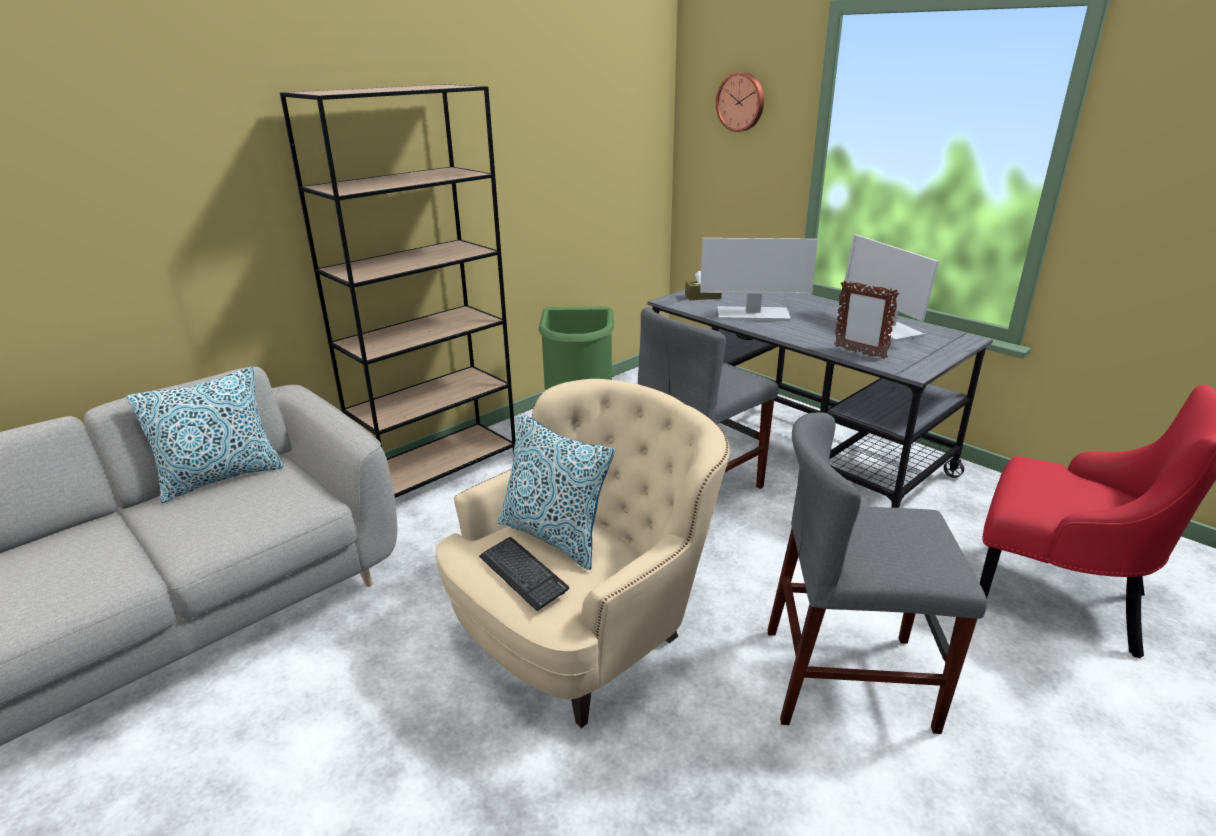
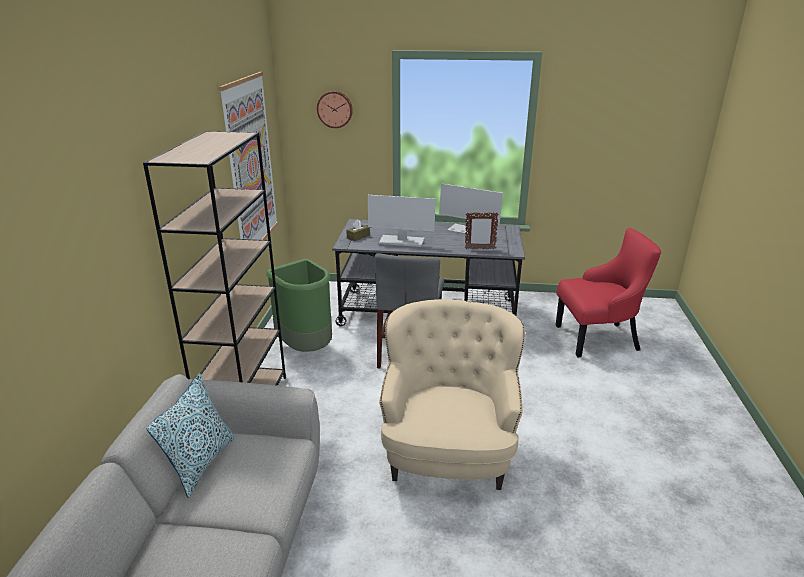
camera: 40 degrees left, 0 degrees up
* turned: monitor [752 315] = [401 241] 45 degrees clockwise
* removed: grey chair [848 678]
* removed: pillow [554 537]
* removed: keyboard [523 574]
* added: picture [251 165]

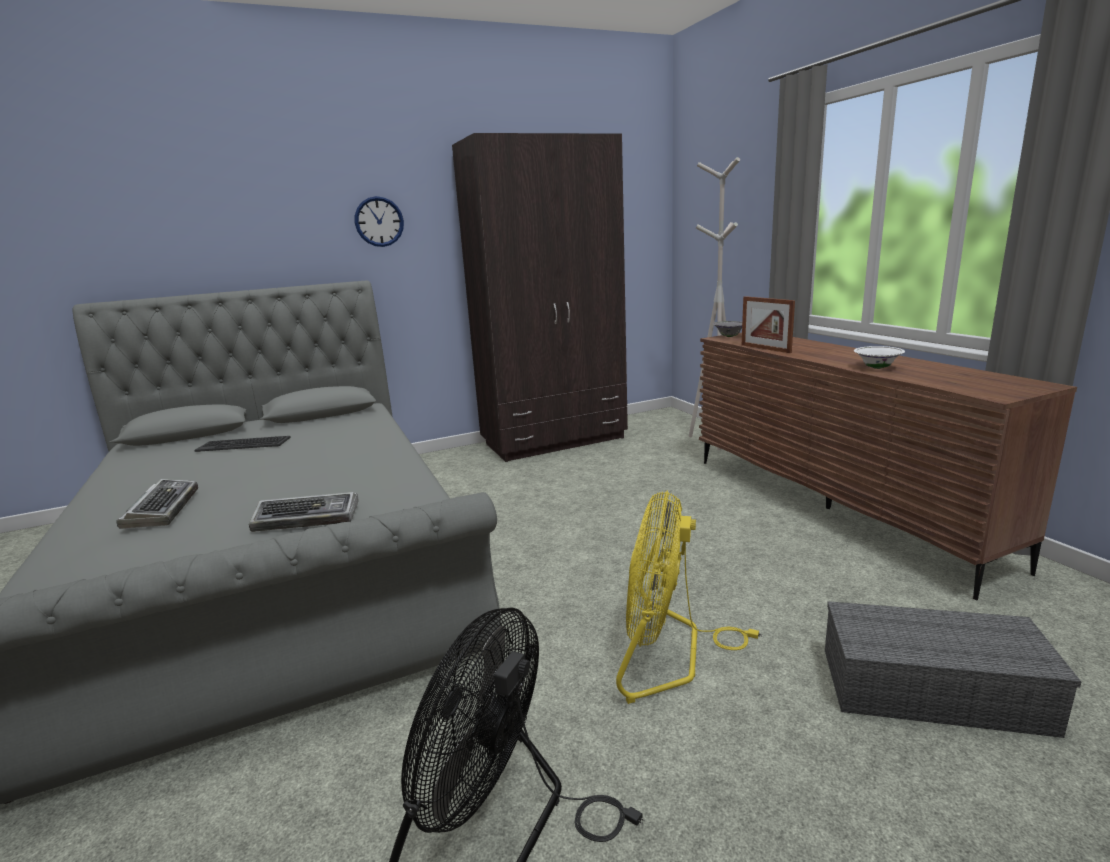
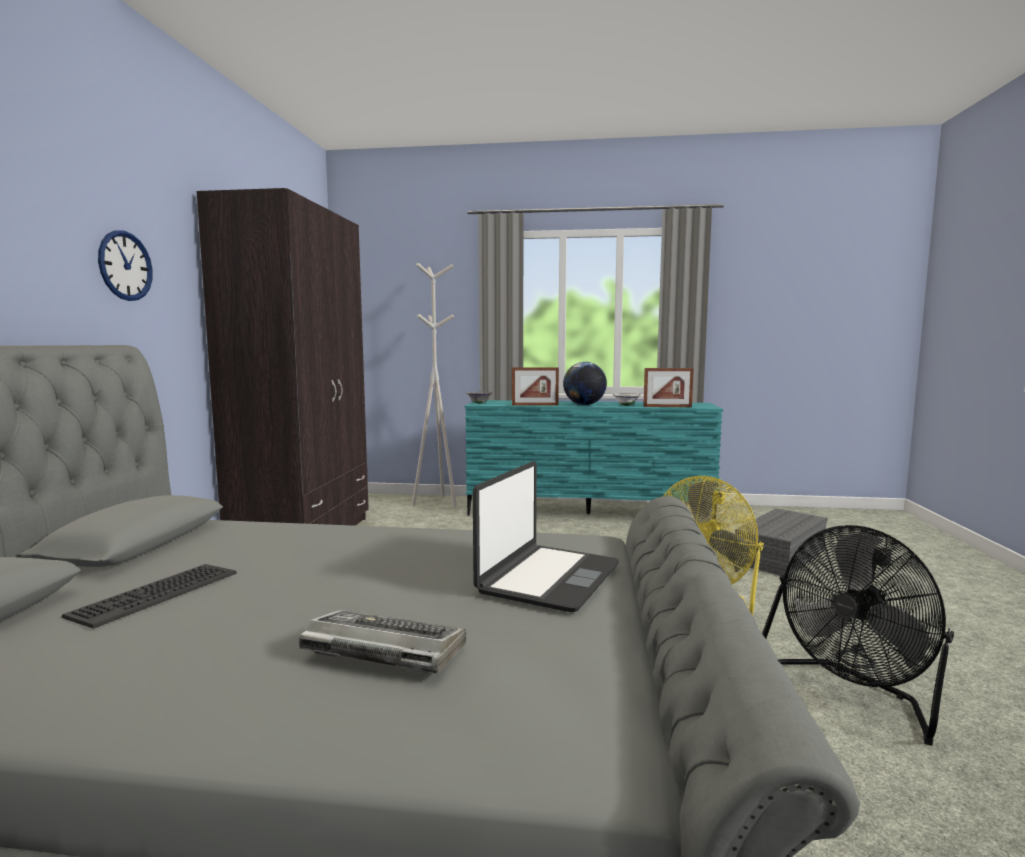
camera: 60 degrees left, 10 degrees down
* recoloured: brown dresser [832 508] to turquoise dresser [589 513]
* replaced: keyboard [308 518] to laptop [548 578]
* added: globe [584 405]
* added: picture frame [667 407]

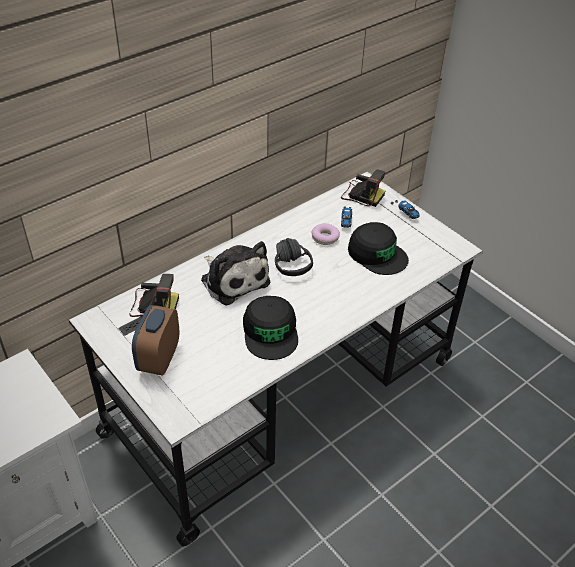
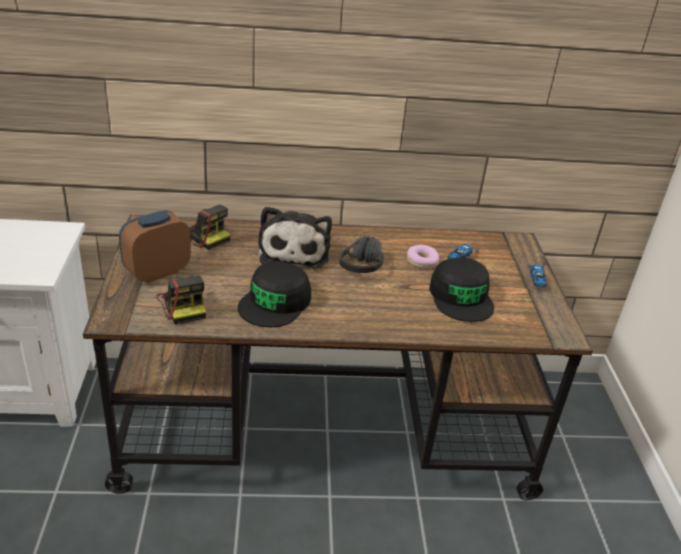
camera: 35 degrees right, 10 degrees down
* moved: photo camera [361 195] to [183 305]
* recoloured: white desk [282 396] to brown desk [325 428]

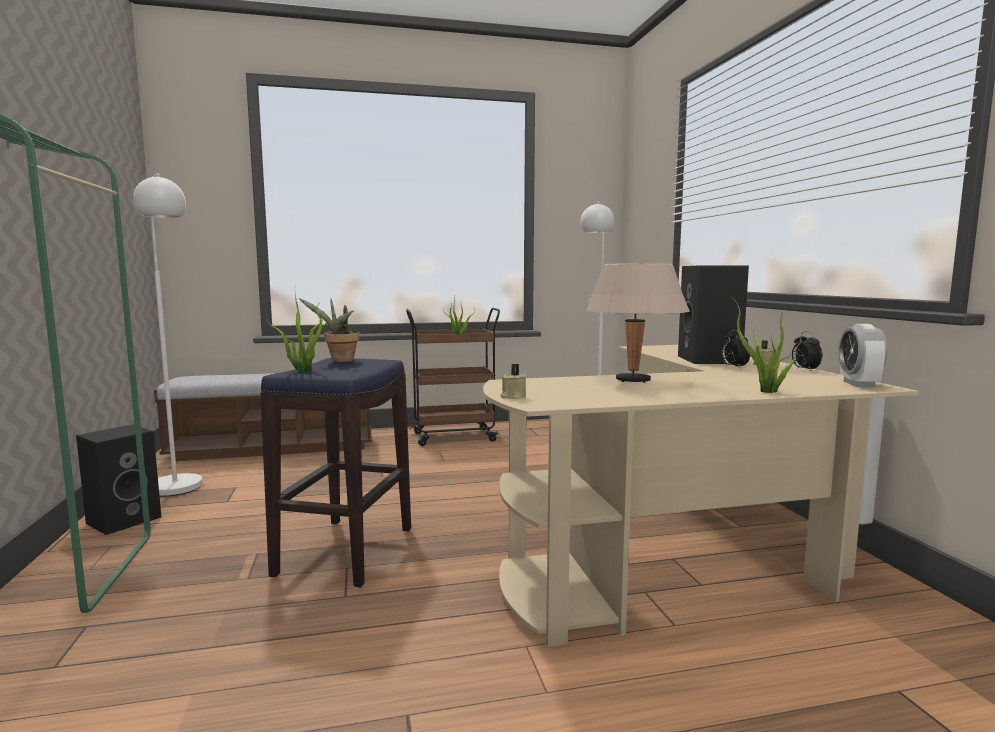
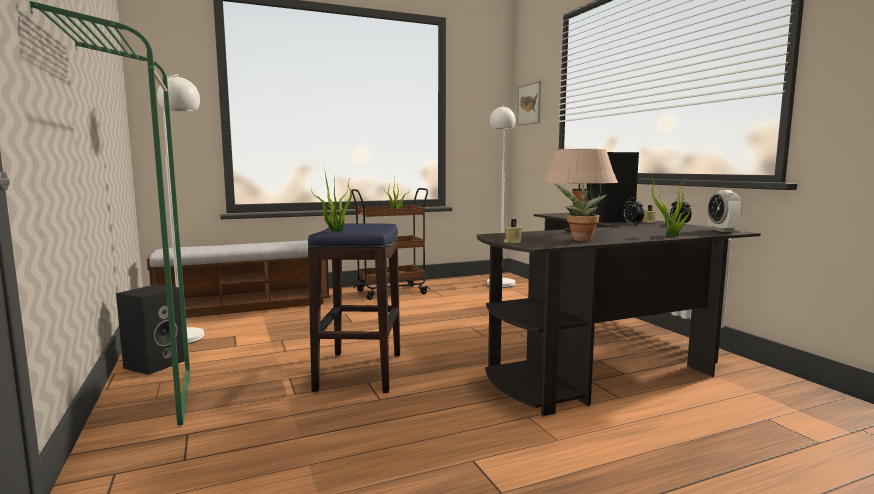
camera: 10 degrees left, 0 degrees up
* moved: potted plant [339 361] to [580 240]
* recoloured: beige desk [685 550] to black desk [604 355]
* added: picture [529 104]

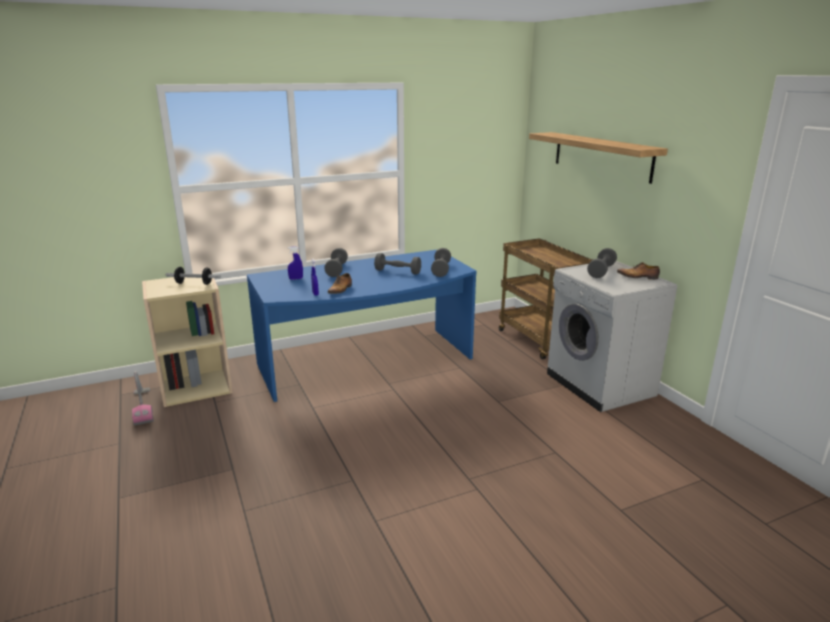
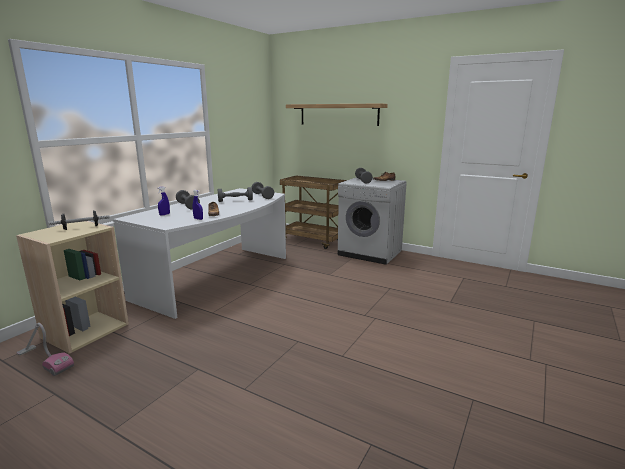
camera: 35 degrees left, 5 degrees down
* recoloured: blue desk [368 364] to white desk [219 278]

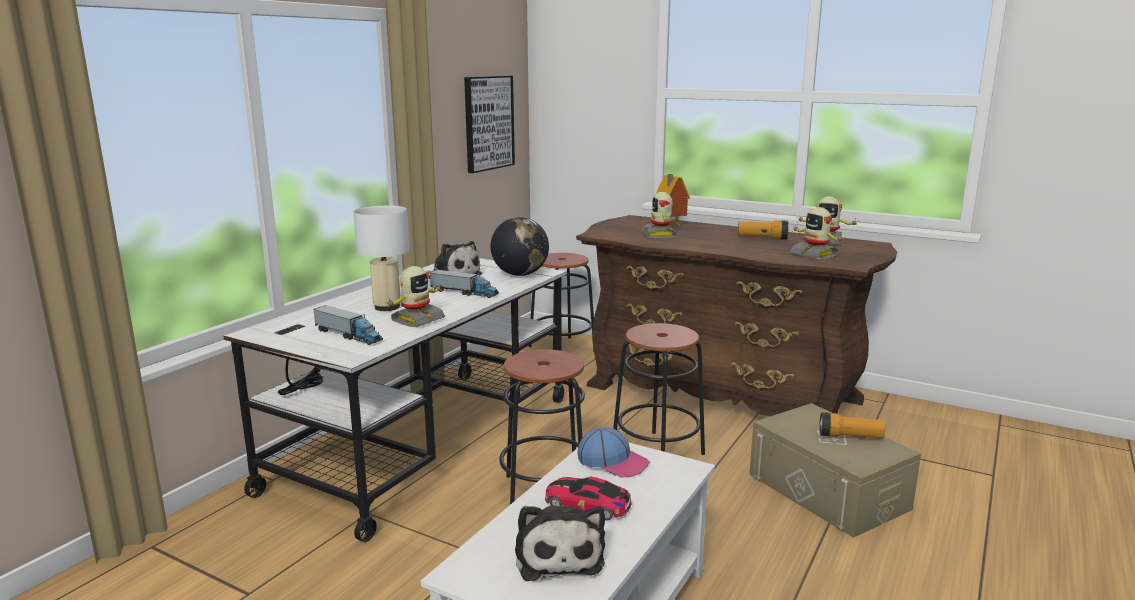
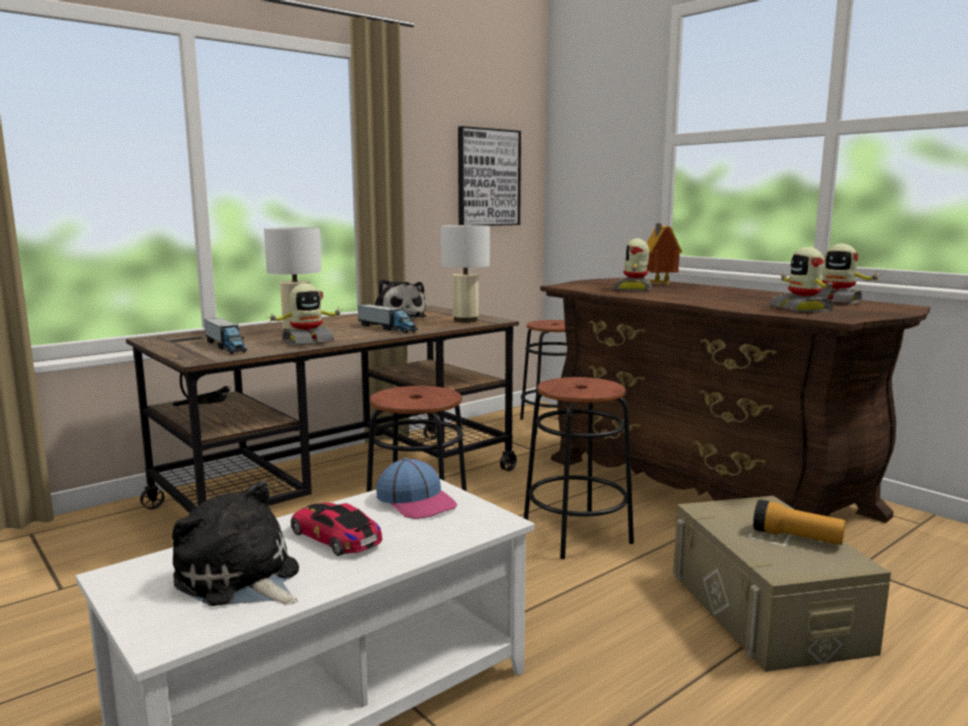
camera: 20 degrees right, 5 degrees down
* replaced: globe [520 274] to white table lamp [466 320]
* removed: flashlight [762 238]
* recoloured: white desk [424 443] to brown desk [341 487]
* turned: plush toy [558 555] = [240 579] 120 degrees clockwise

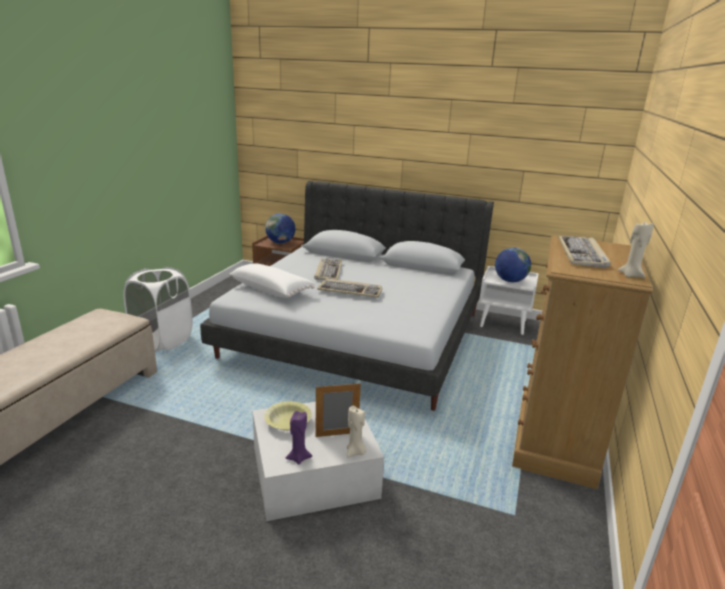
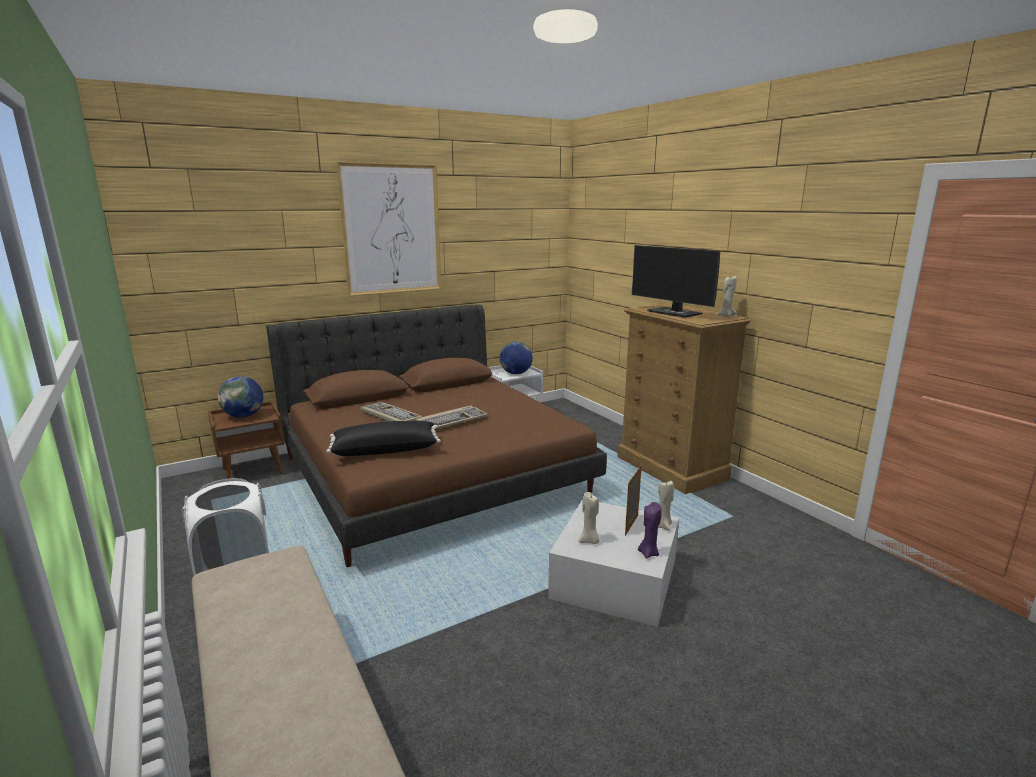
camera: 50 degrees left, 5 degrees down
* recoloured: grey bed [358 335] to brown bed [432 475]
* replaced: keyboard [582 254] to monitor [675 313]
* recoloured: white pillow [272 290] to black pillow [385 450]
* replaced: yellow bowl [288 422] to beige candle [589 541]
* added: picture [391 229]

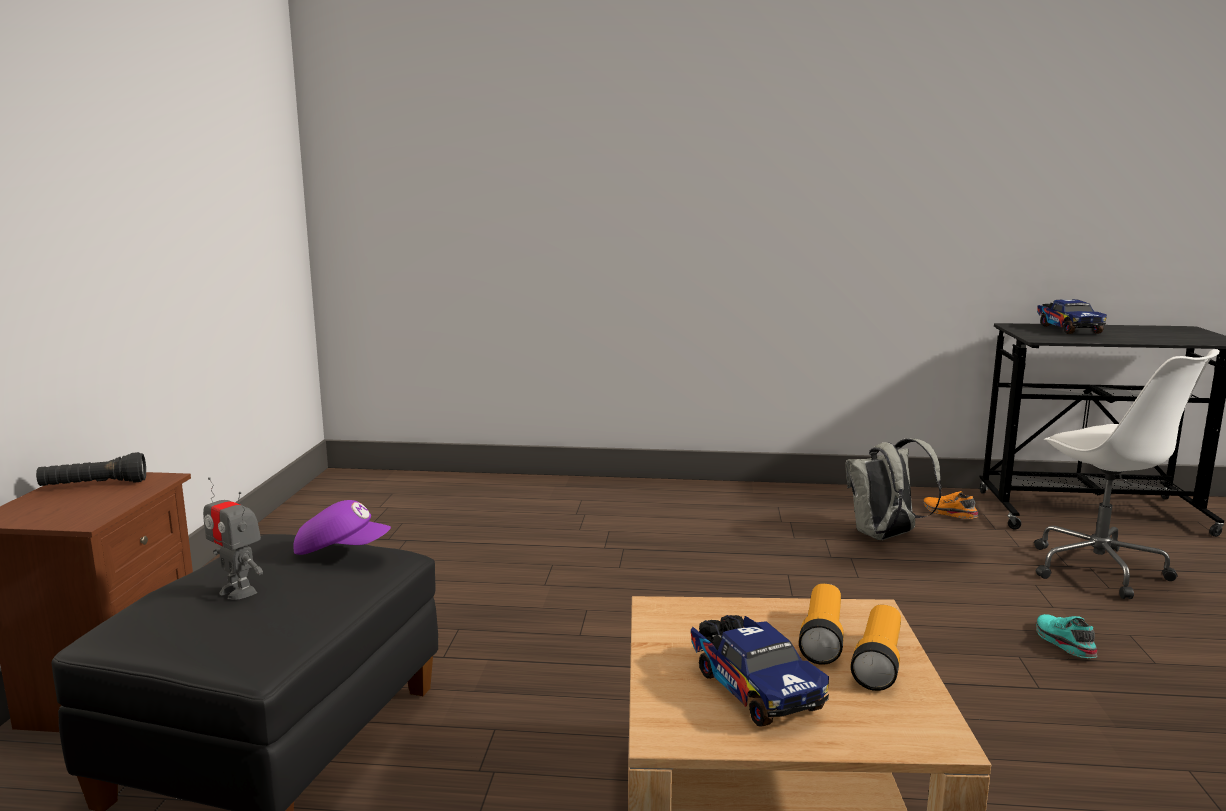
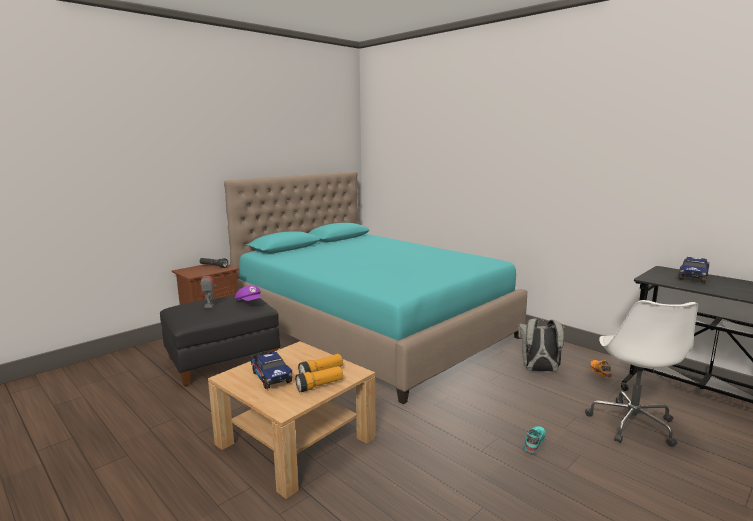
camera: 40 degrees right, 0 degrees up
* turned: toy truck [753 687] = [271 376] 45 degrees counterclockwise
* added: turquoise bed [371 327]

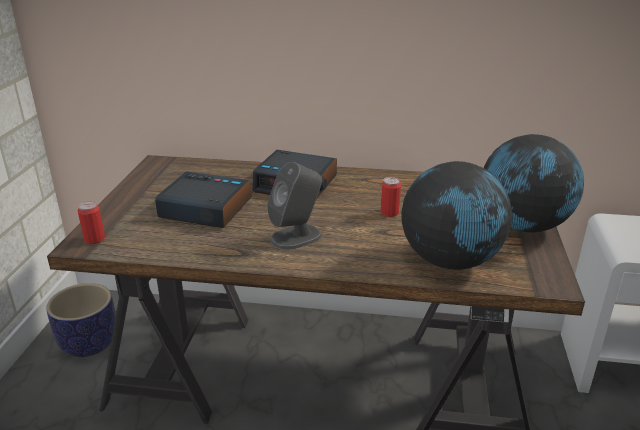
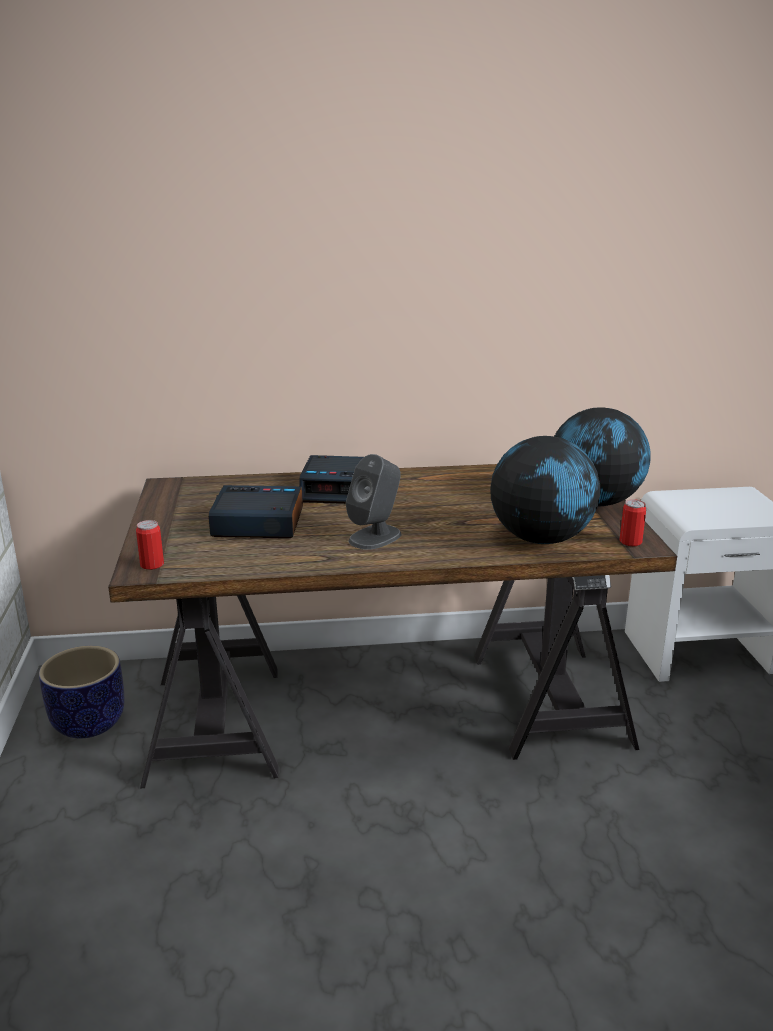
camera: 15 degrees left, 5 degrees down
* moved: can [389 212] to [630 542]

